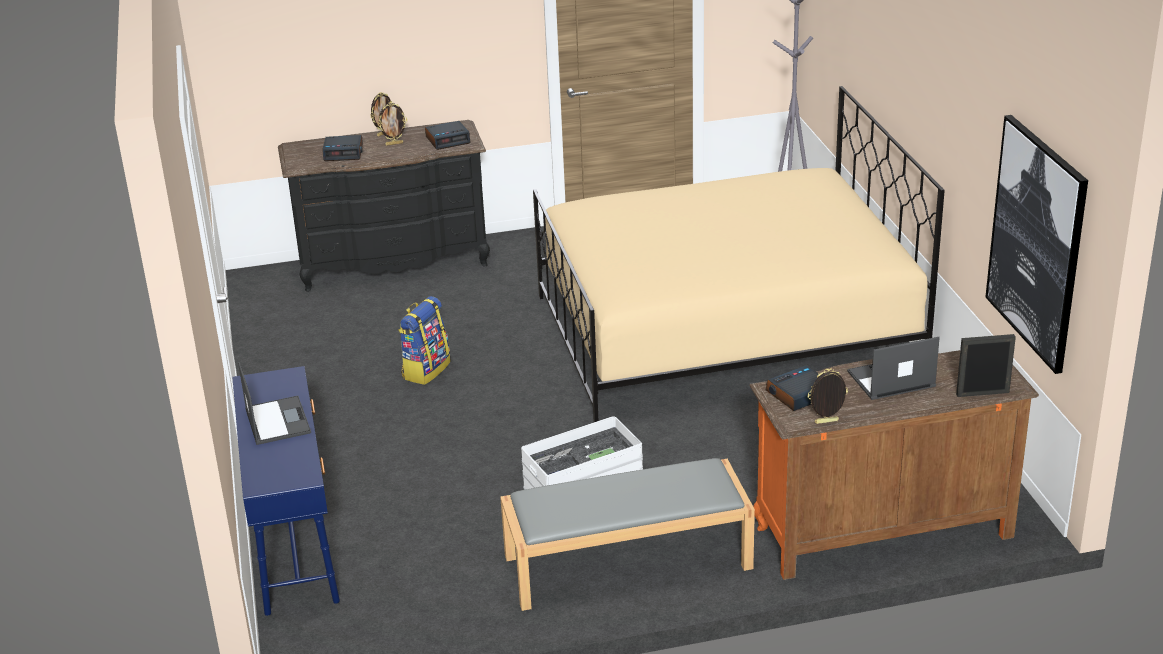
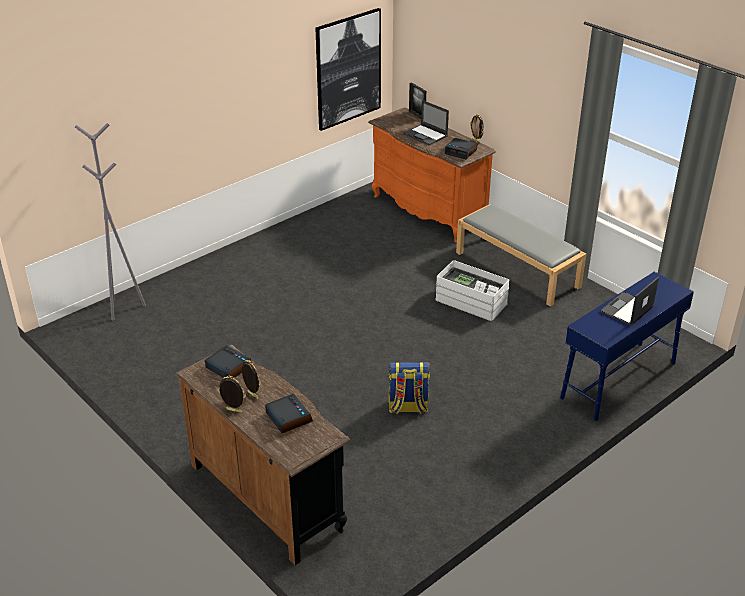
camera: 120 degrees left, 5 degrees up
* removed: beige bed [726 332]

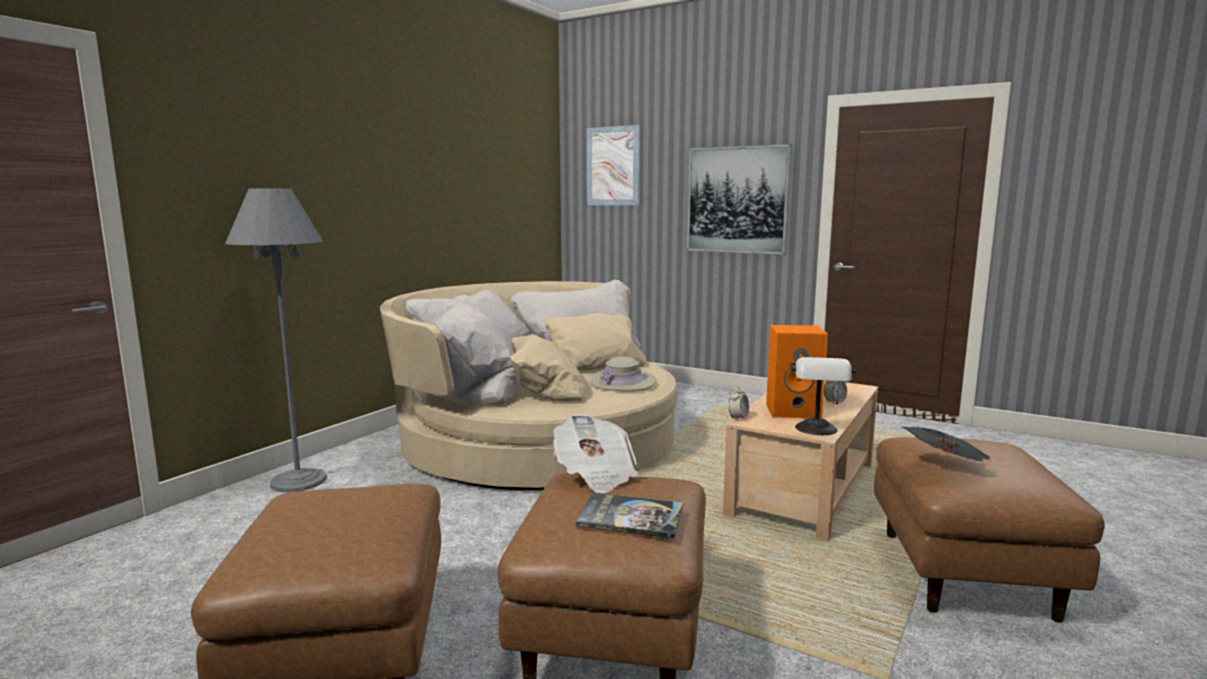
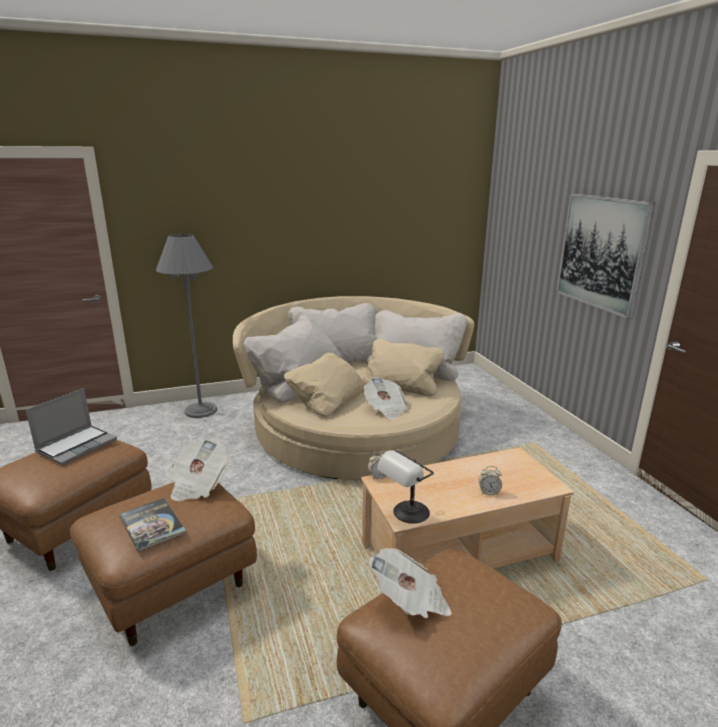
camera: 40 degrees right, 10 degrees up
* removed: picture [613 166]
* removed: orange speaker [794 411]
* replaced: beige hat [623 383] to newspaper [385 409]
* added: laptop [77 445]

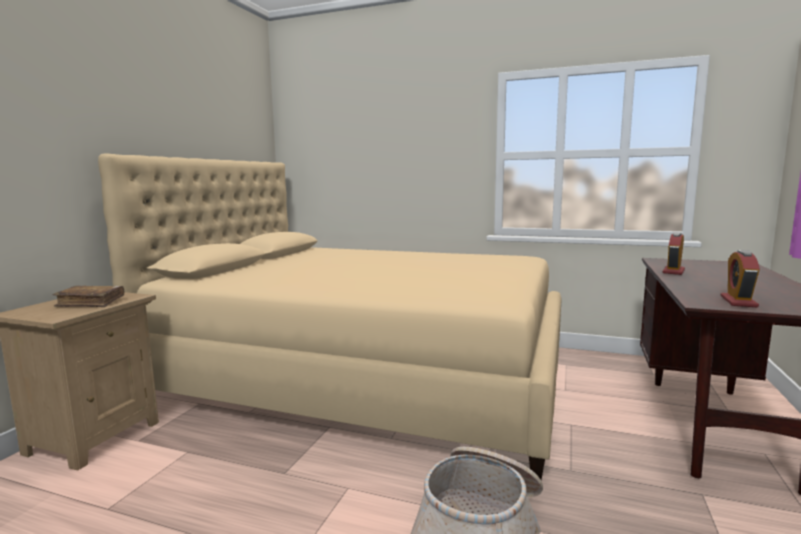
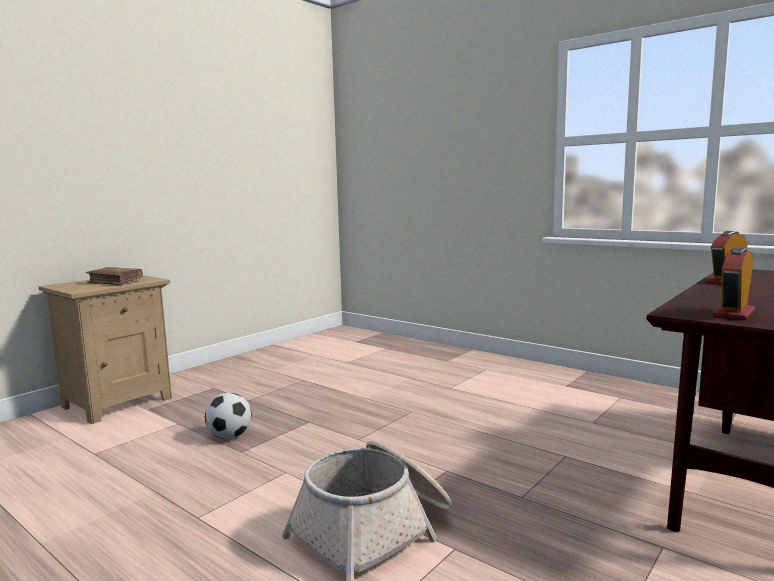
camera: 20 degrees right, 0 degrees up
* removed: beige bed [366 373]
* added: football [230 436]

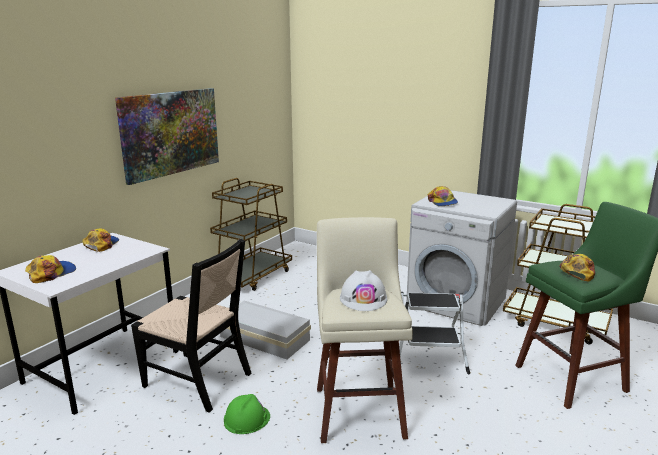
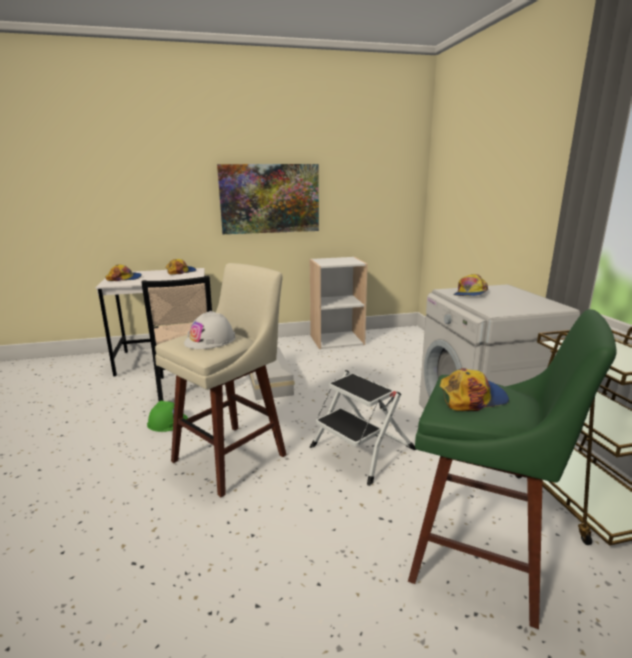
camera: 45 degrees right, 0 degrees up
* replaced: brown cart [252 276] to white bookcase [337 340]

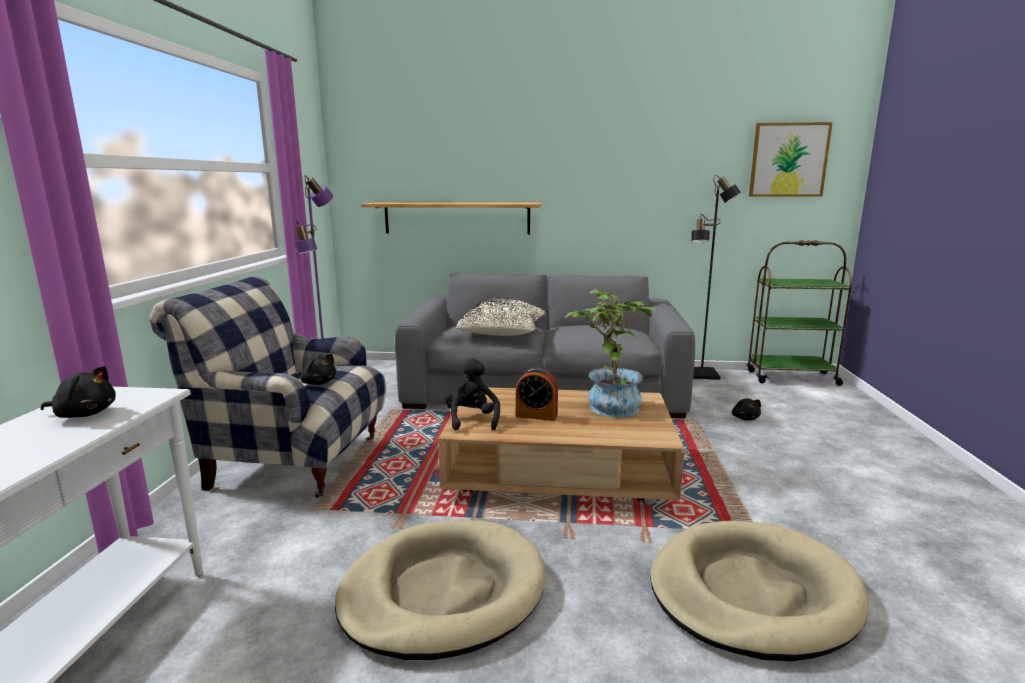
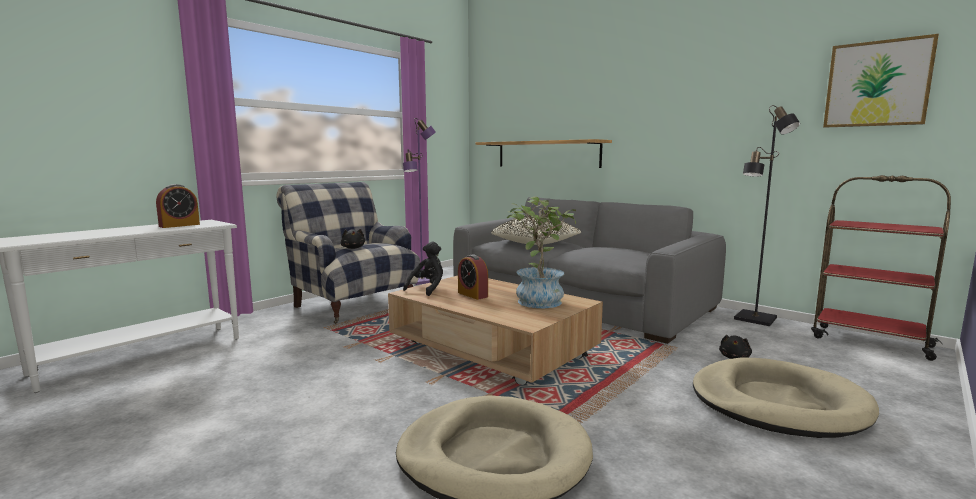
camera: 35 degrees right, 5 degrees down
* recoloured: green cart [790 378] to red cart [868 341]
* replaced: black plush toy [84 414] to alarm clock [179 225]
* moved: beige dog bed [443 592] to [777 403]

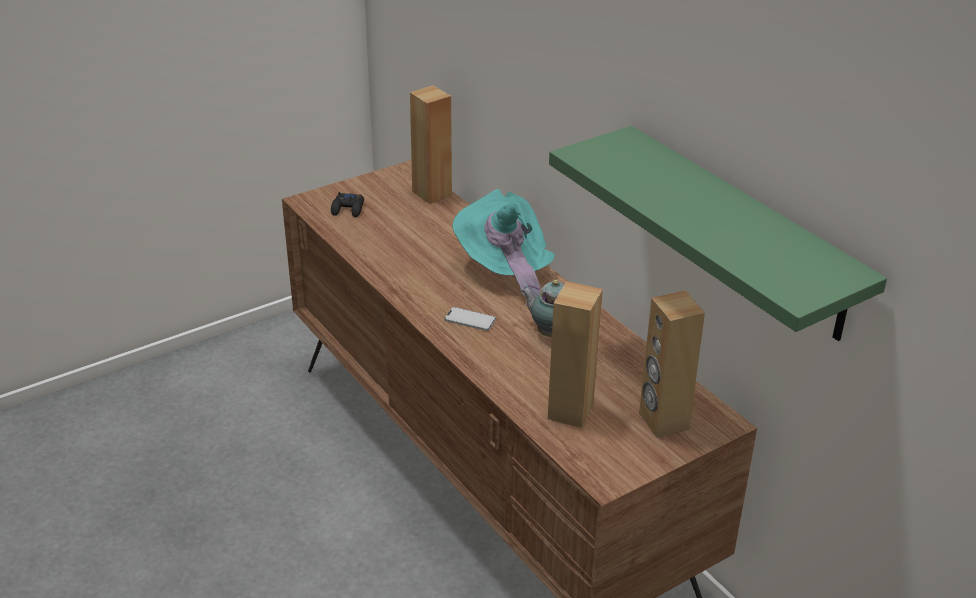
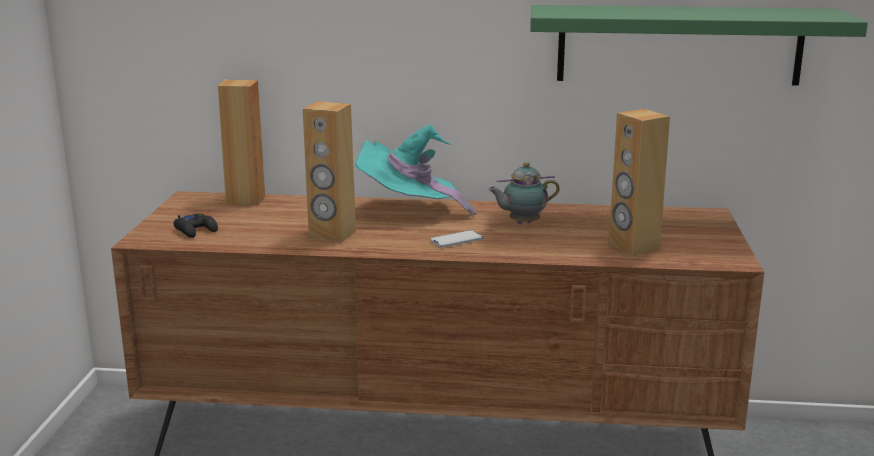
camera: 50 degrees left, 15 degrees down
* moved: brown speaker [663 421] to [332 234]

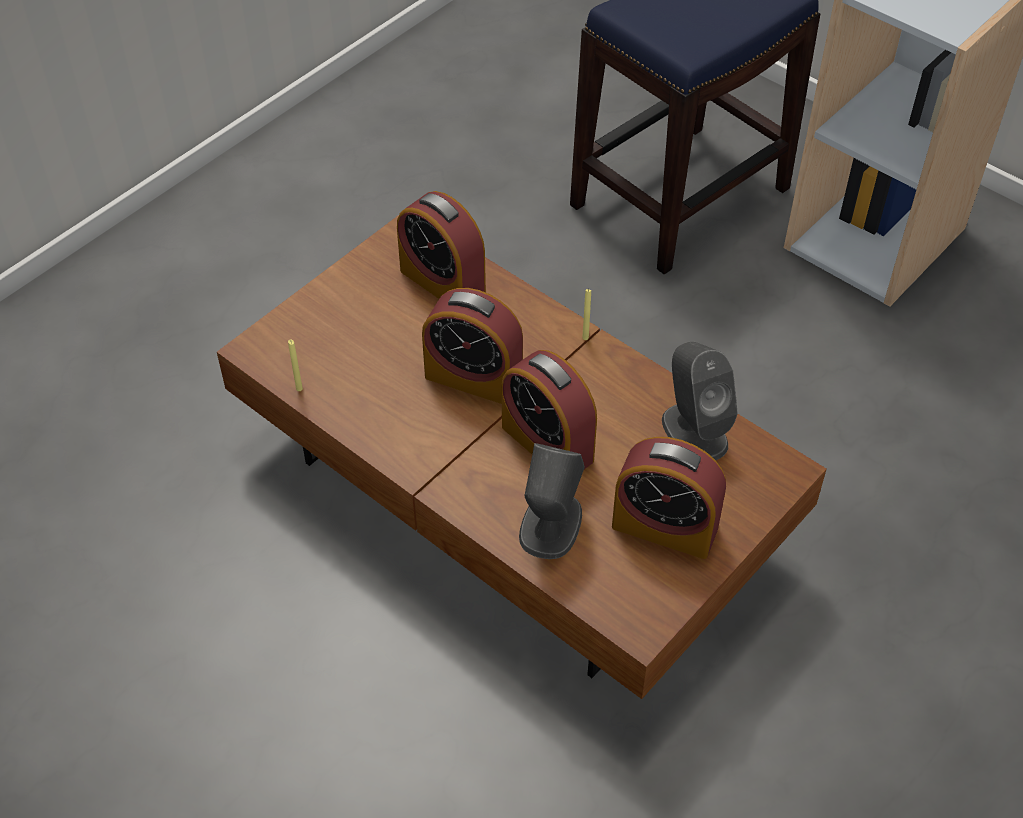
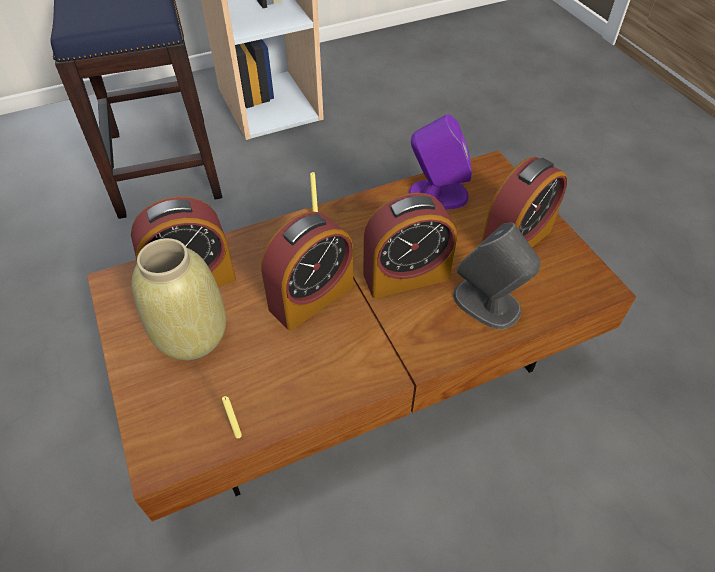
camera: 65 degrees left, 0 degrees up
* recoloured: grey speaker [694 431] to purple speaker [437 195]
* added: beige vase [192 336]

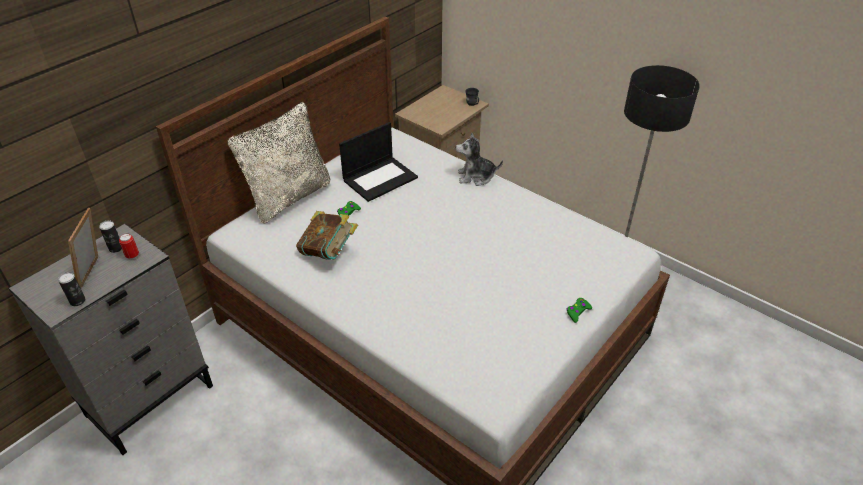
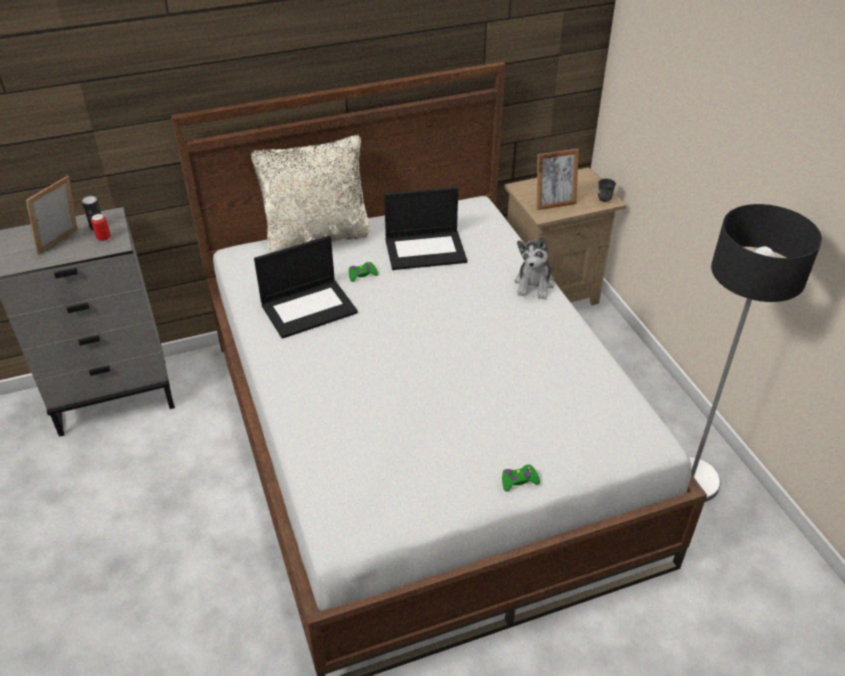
camera: 30 degrees right, 0 degrees up
* turned: plush toy [476 177] = [534 284] 105 degrees counterclockwise
* replaced: book [329 252] to laptop [309 308]
* removed: can [77 301]
* added: picture frame [554 204]

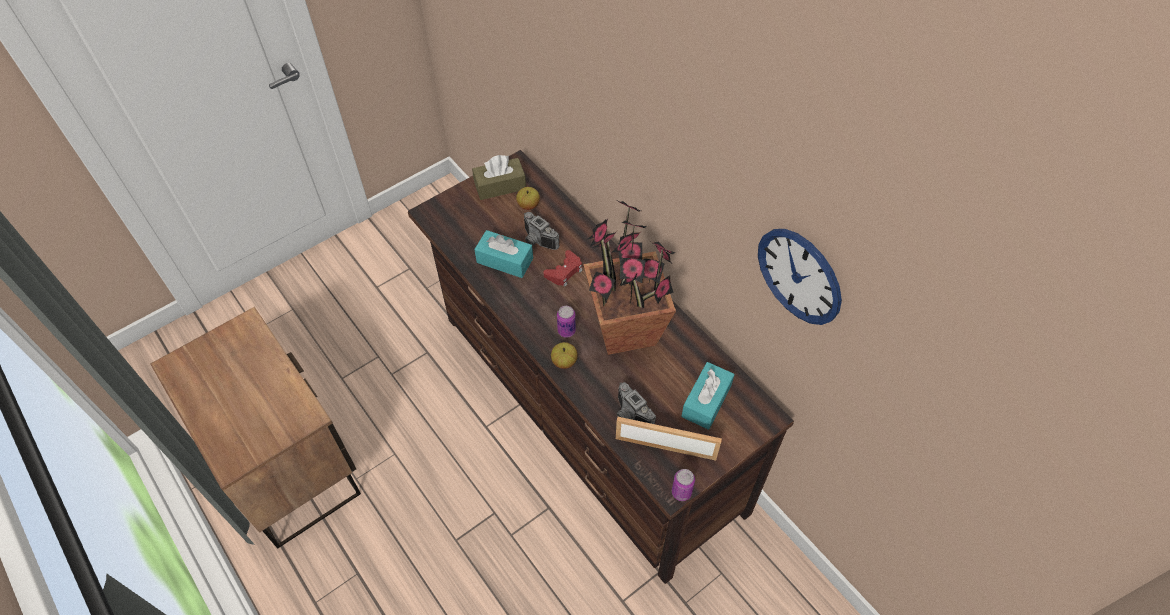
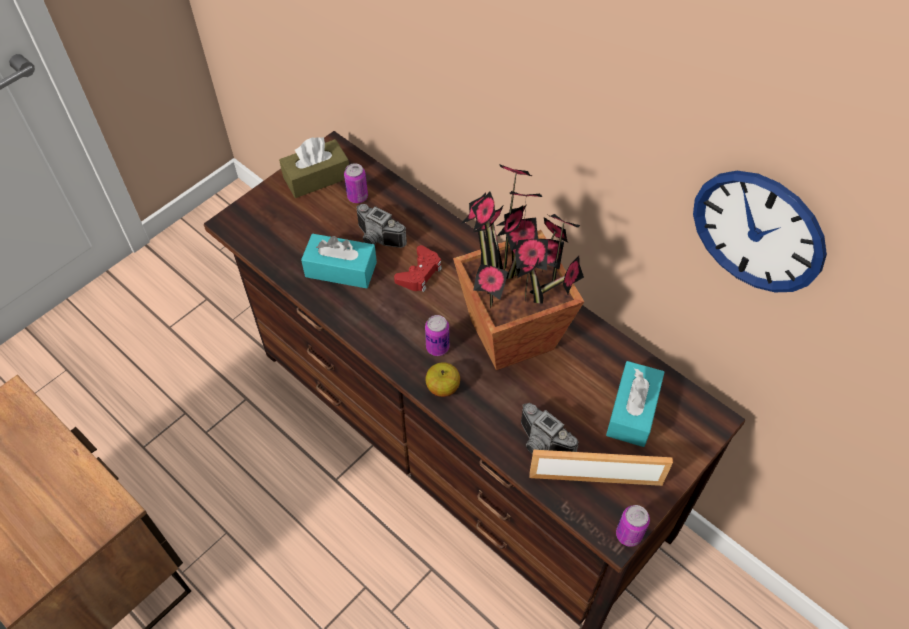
camera: 10 degrees left, 0 degrees up
* replaced: apple [528 205] to can [357 197]

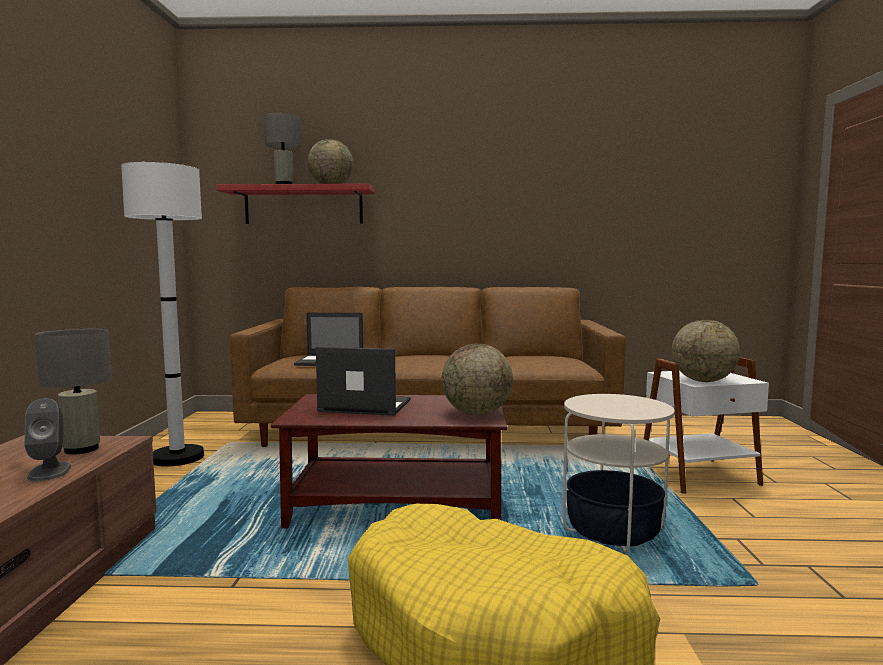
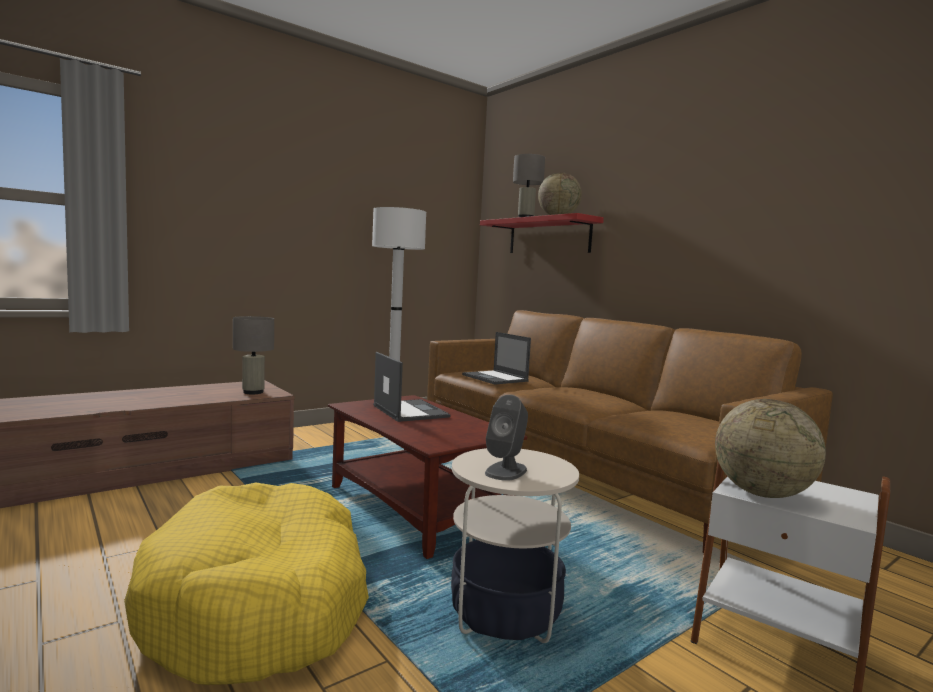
camera: 50 degrees right, 0 degrees up
* removed: globe [477 413]
* moved: grey speaker [49 471] to [506 471]

